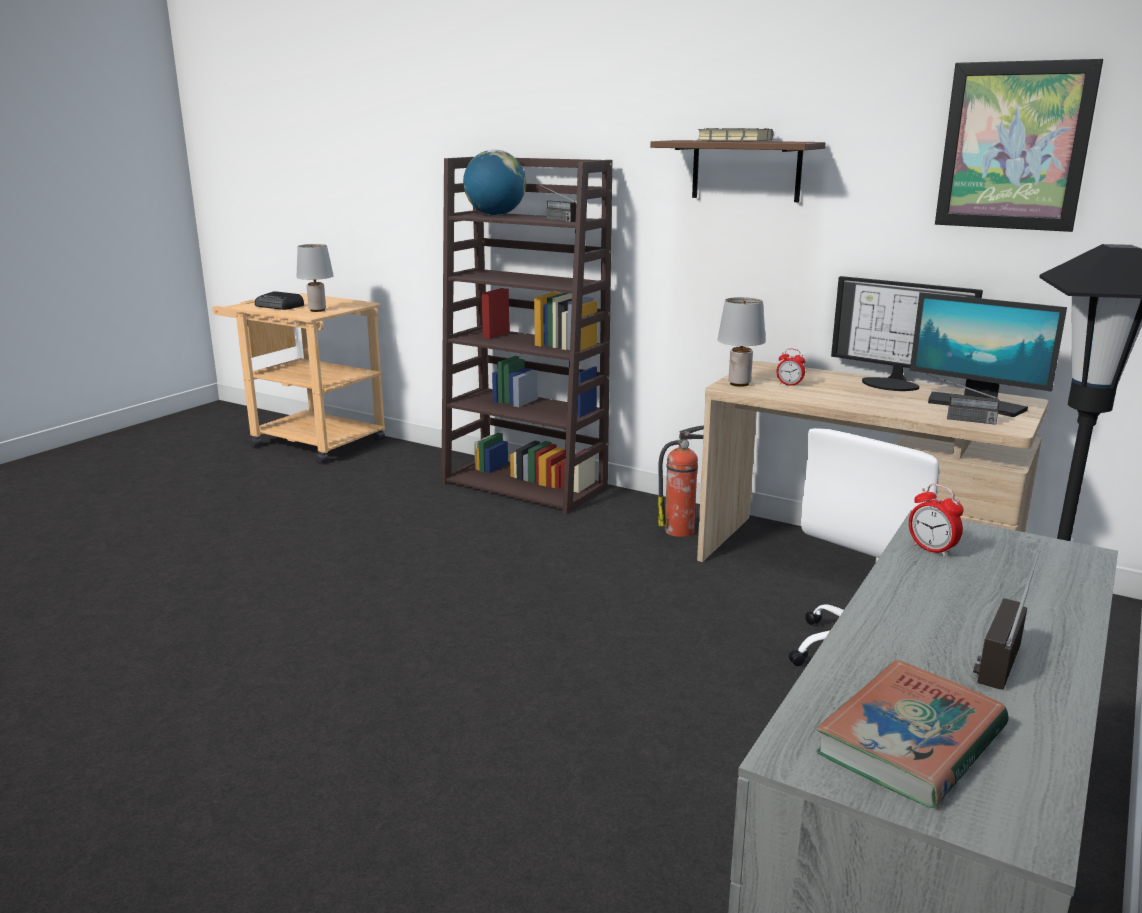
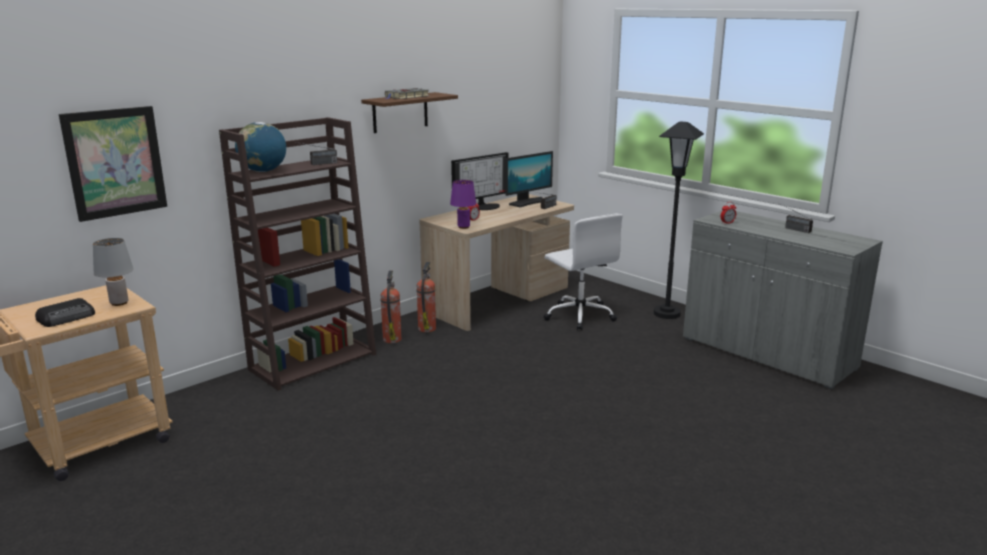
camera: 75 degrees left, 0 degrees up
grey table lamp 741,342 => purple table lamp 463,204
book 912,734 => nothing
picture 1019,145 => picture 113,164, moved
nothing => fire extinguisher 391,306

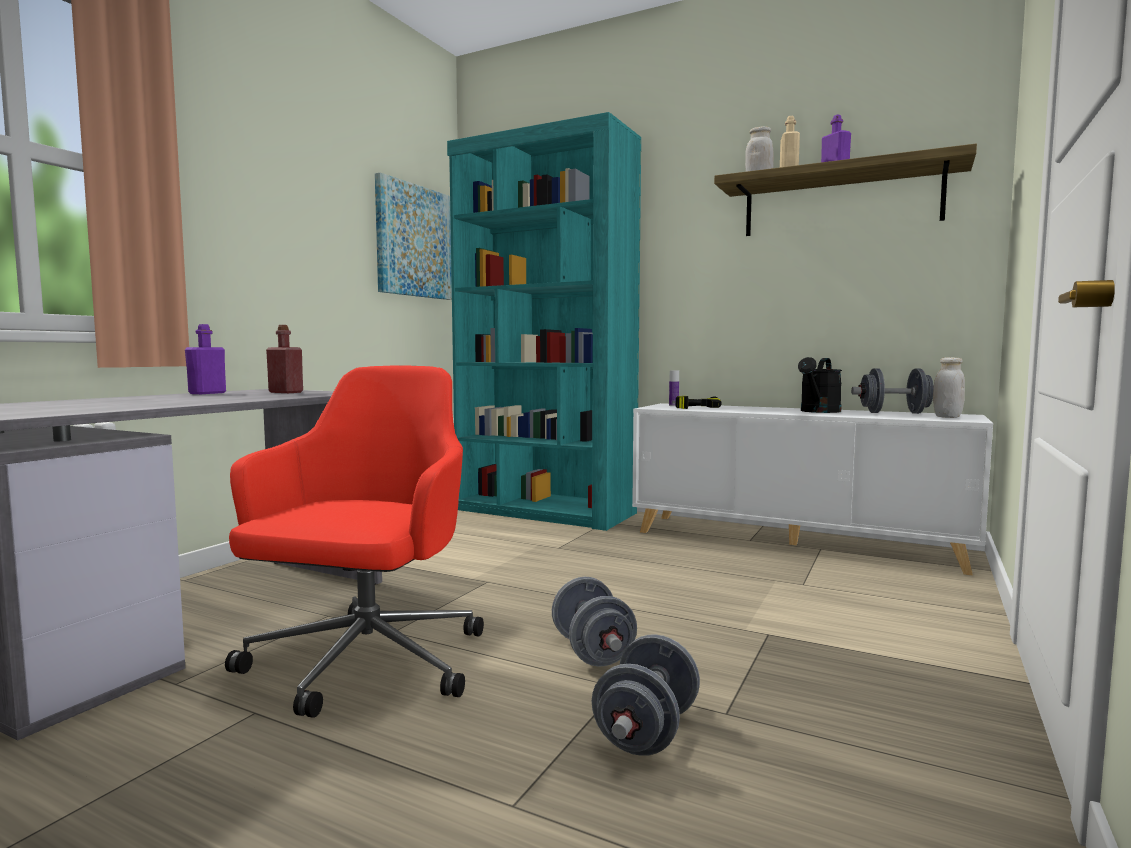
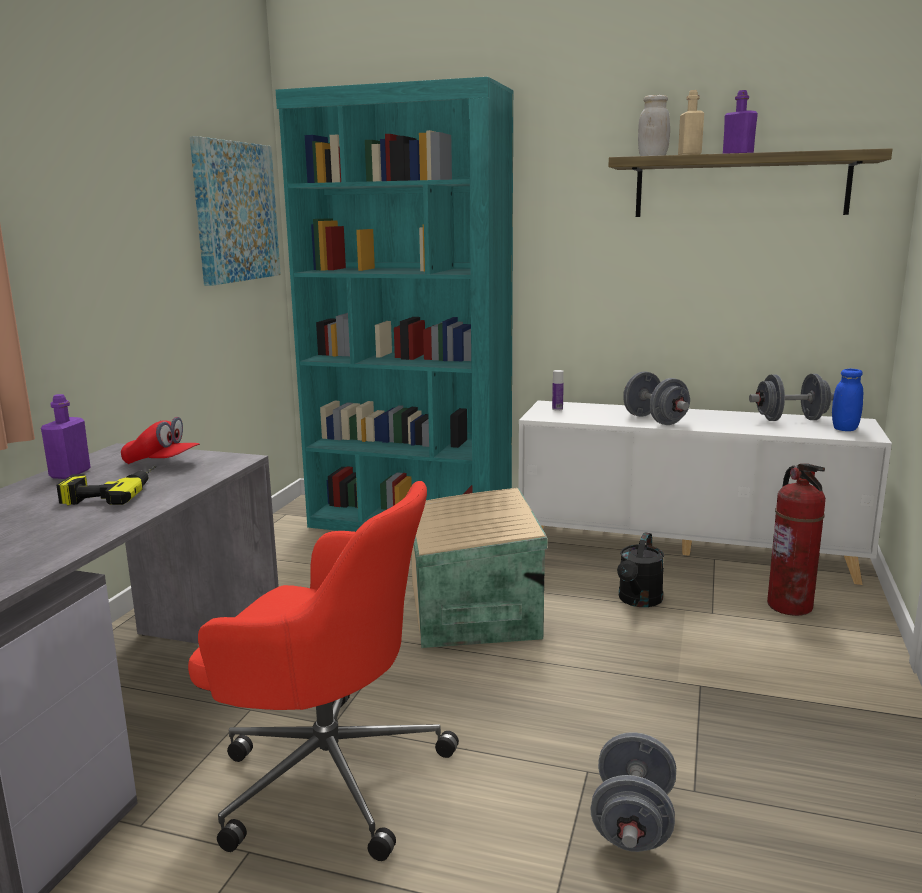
camera: 10 degrees left, 10 degrees up
red office chair 354,541 => red office chair 323,671, 105 degrees clockwise
red bottle 284,359 => red cap 160,440
grey dumbbell 594,621 => grey dumbbell 656,398, moved
power drill 699,402 => power drill 106,485, moved
black watering can 820,385 => black watering can 640,569, moved
white jar 949,387 => blue jar 847,400
nothing => beige storage box 479,568
nothing => fire extinguisher 796,539

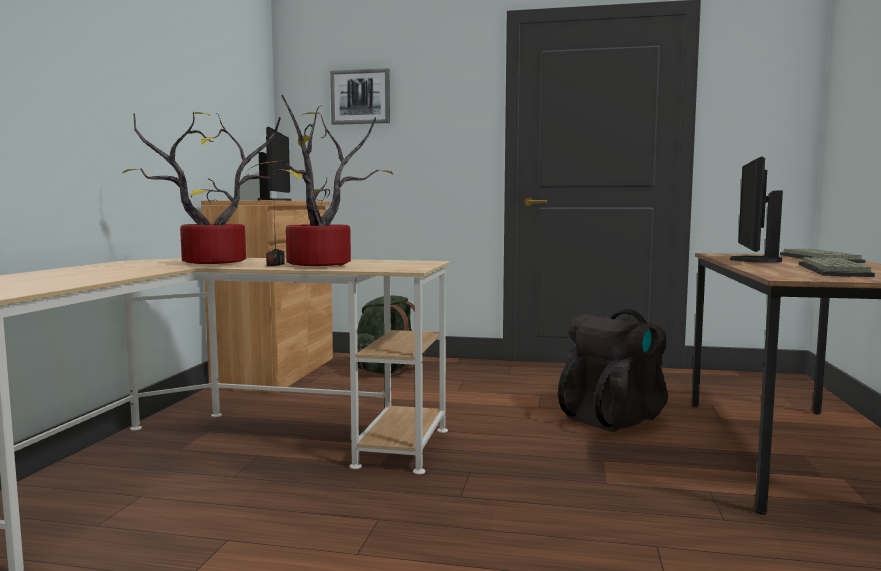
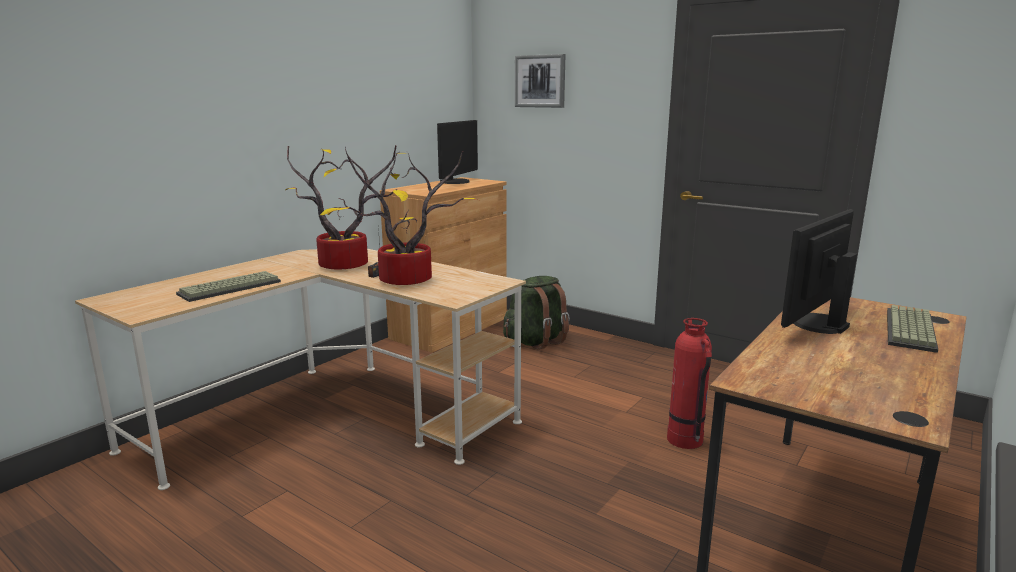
camera: 25 degrees right, 10 degrees up
black backpack 613,370 => fire extinguisher 689,383
keyboard 836,267 => keyboard 228,286, moved

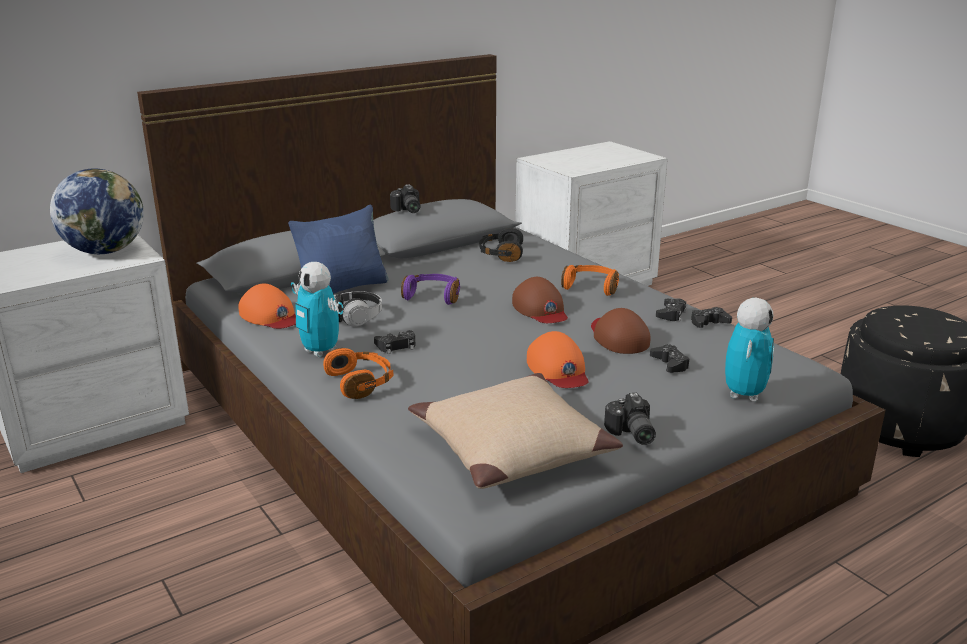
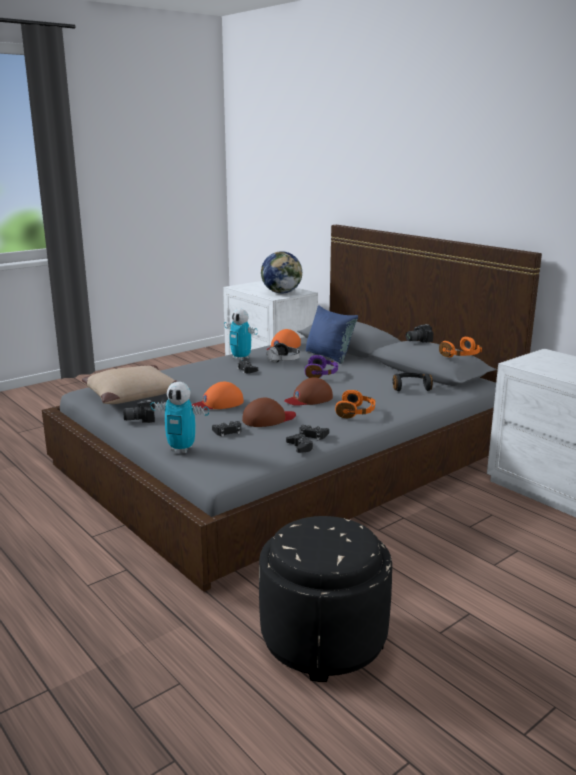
camera: 85 degrees right, 5 degrees down
toy robot 317,309 => toy robot 241,335, 90 degrees counterclockwise
orange headphones 358,373 => orange headphones 460,347, moved

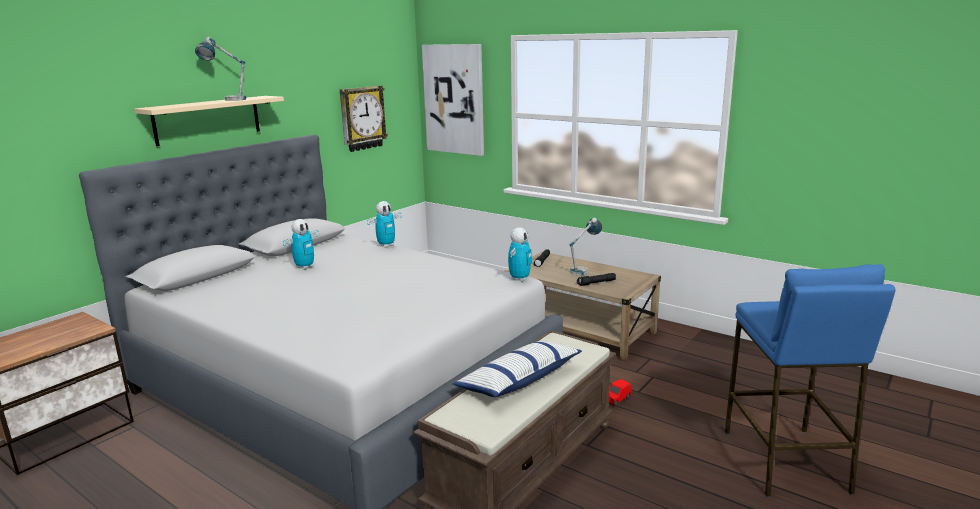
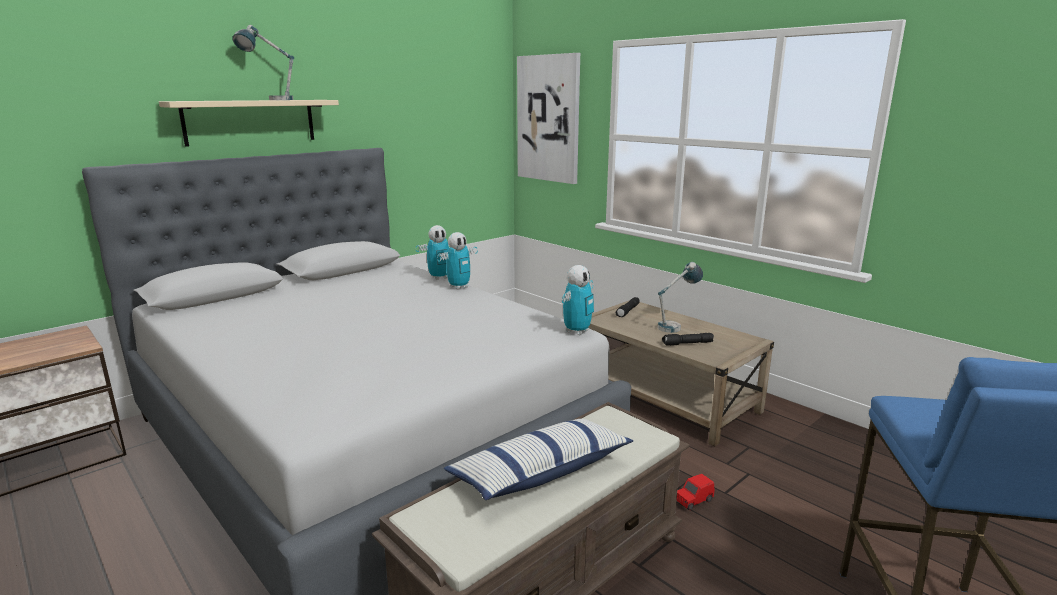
camera: 10 degrees right, 0 degrees up
toy robot 301,244 => toy robot 457,261, moved
wall clock 364,119 => nothing

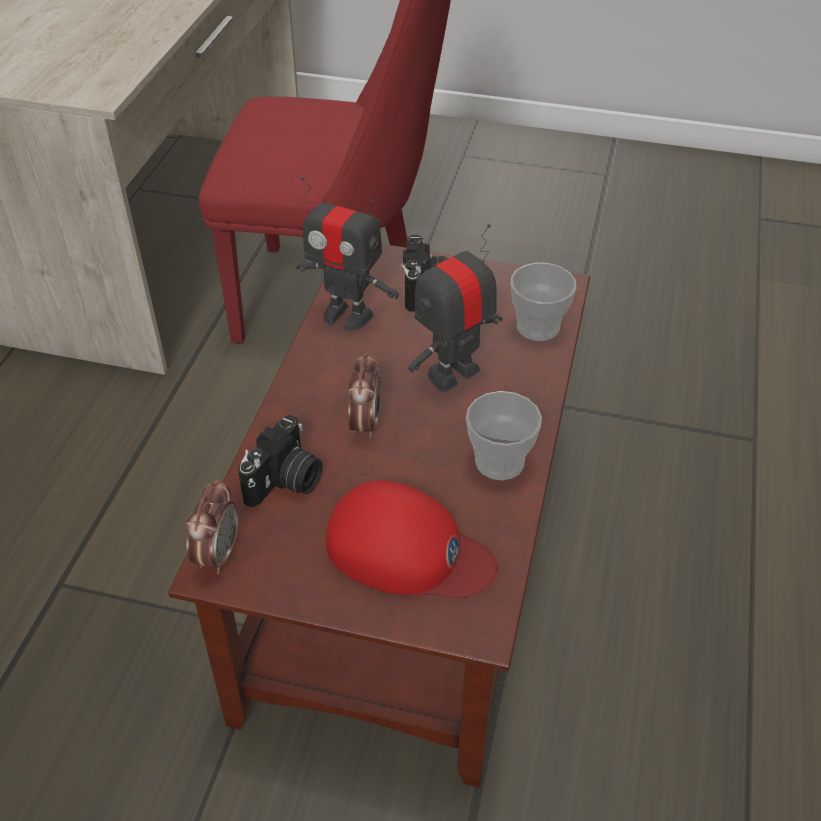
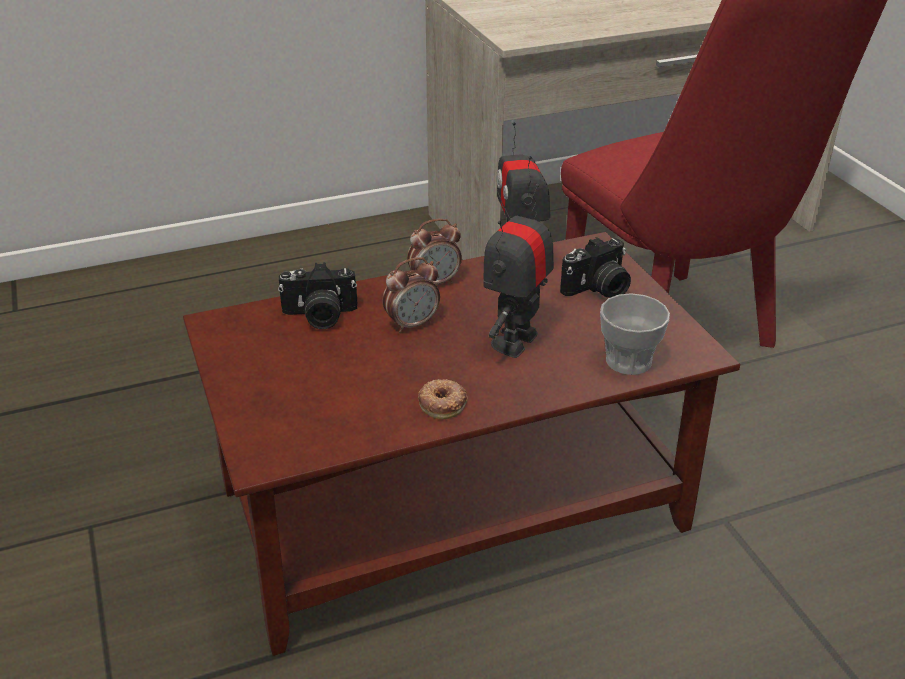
camera: 55 degrees right, 10 degrees down
alarm clock 212,526 => alarm clock 434,252, moved
red cap 412,539 => nothing
toy robot 455,308 => toy robot 518,271, 75 degrees counterclockwise
cup 504,435 => donut 443,399

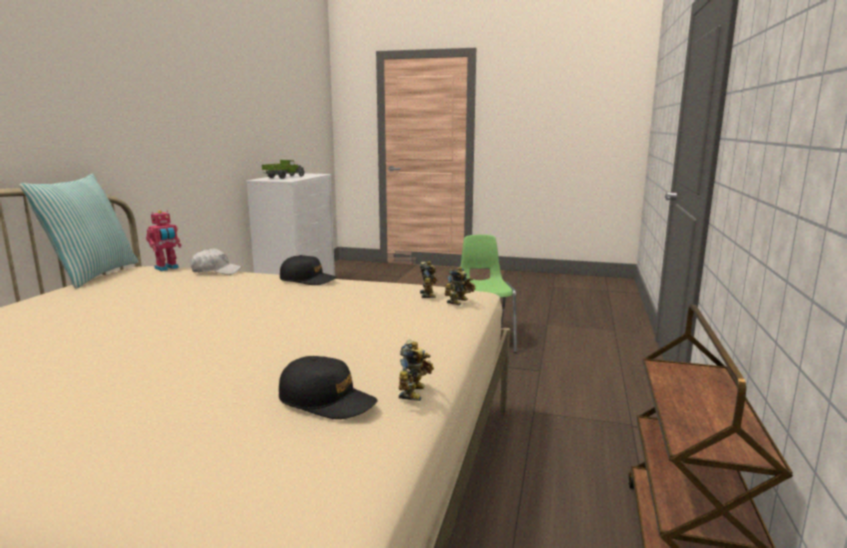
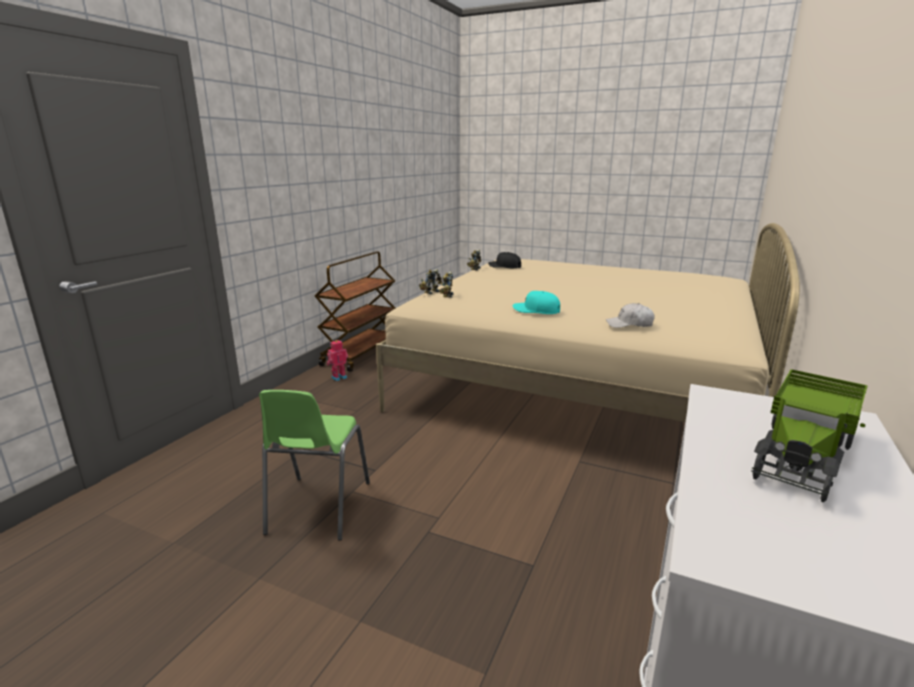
camera: 170 degrees left, 5 degrees up
pillow 79,231 => nothing
toy robot 163,240 => toy robot 337,360, moved
black cap 308,270 => turquoise cap 536,302

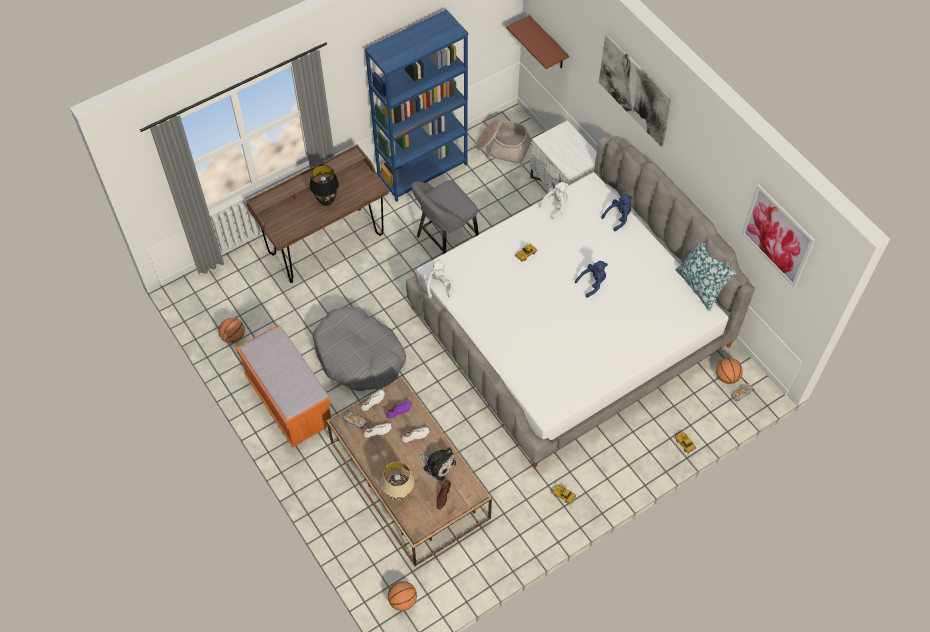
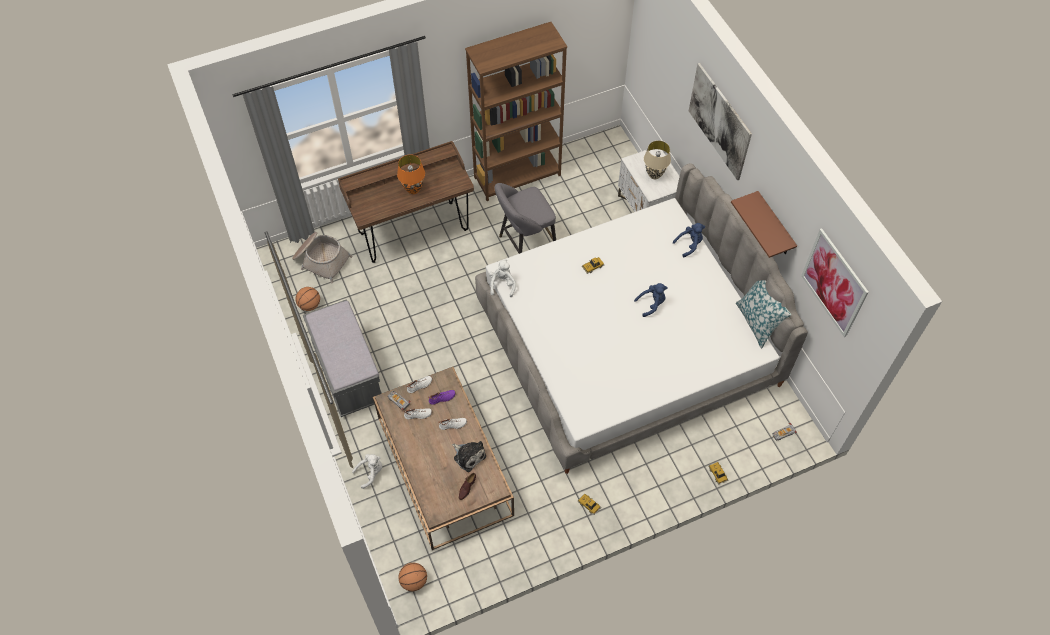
camera: 10 degrees right, 0 degrees up
orange bench 283,386 => grey bench 342,358
black table lamp 324,185 => orange table lamp 411,174
grey dog bed 359,349 => nothing
blue bookcase 416,105 => brown bookcase 516,111
beige table lamp 397,481 => beige table lamp 657,159, moved
basket 504,143 => basket 322,257, moved
brown shelf 538,42 => brown shelf 764,224, moved
white plush toy 553,200 => white plush toy 367,471, moved
basketball 729,371 => nothing

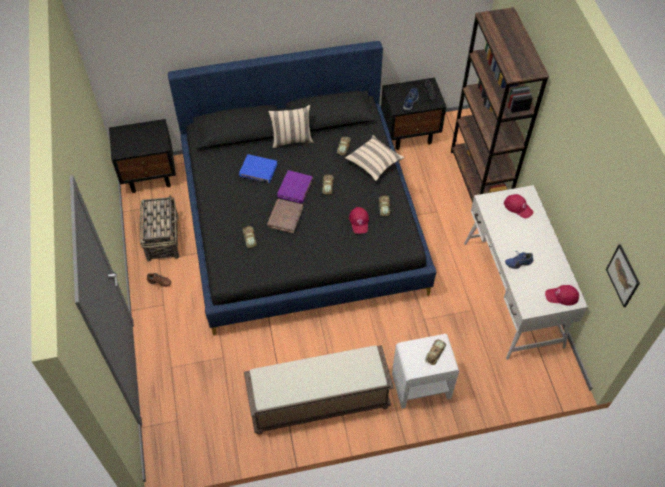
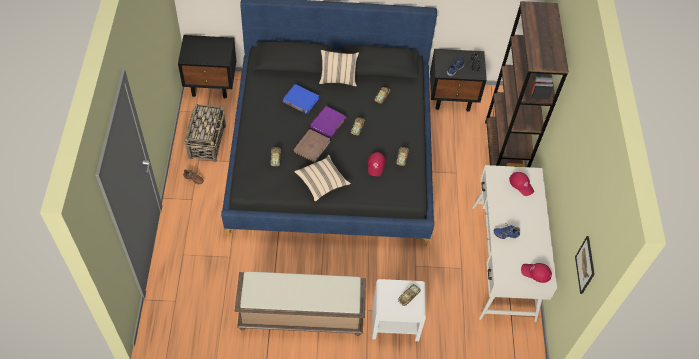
camera: 10 degrees right, 0 degrees up
beige pillow 375,158 => beige pillow 322,178, moved

